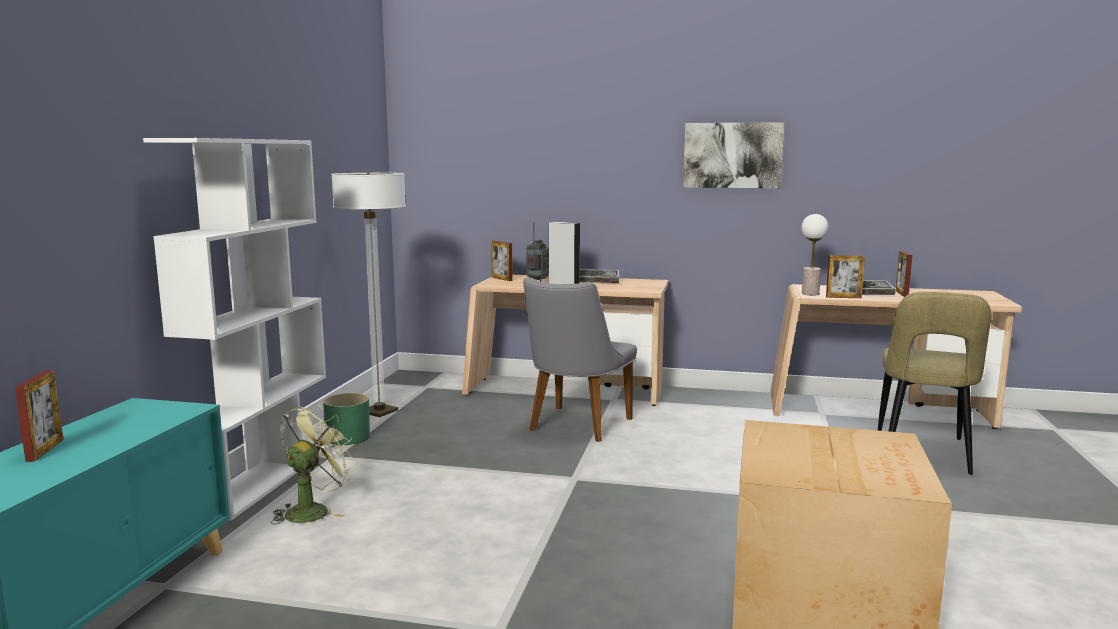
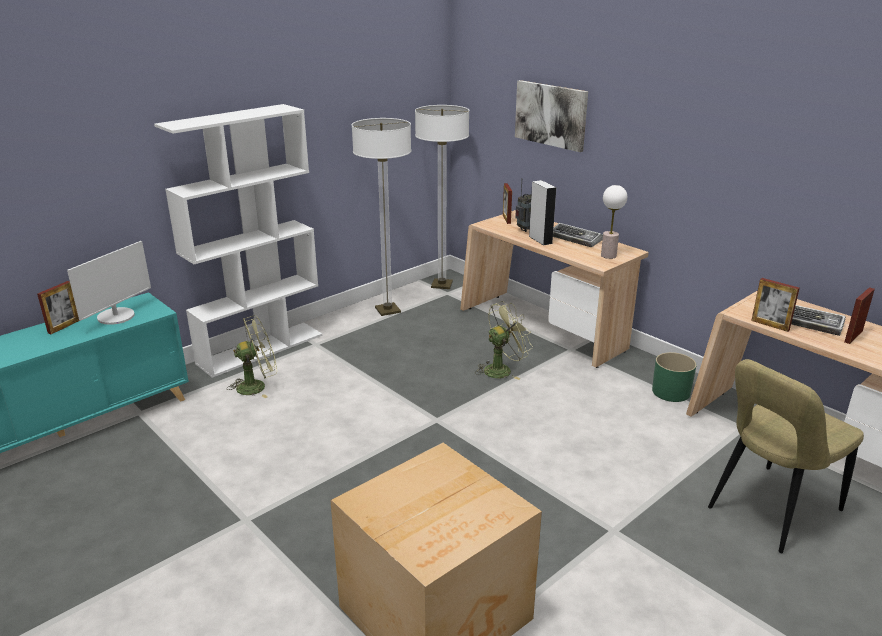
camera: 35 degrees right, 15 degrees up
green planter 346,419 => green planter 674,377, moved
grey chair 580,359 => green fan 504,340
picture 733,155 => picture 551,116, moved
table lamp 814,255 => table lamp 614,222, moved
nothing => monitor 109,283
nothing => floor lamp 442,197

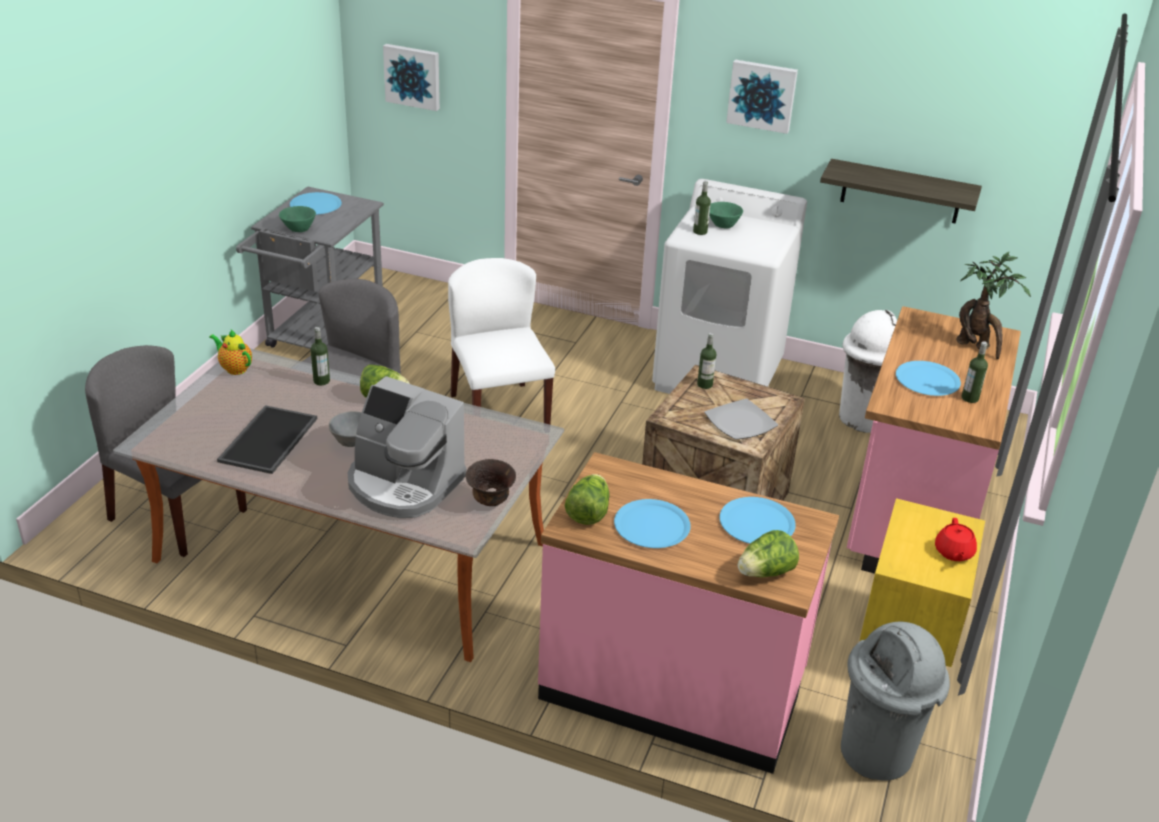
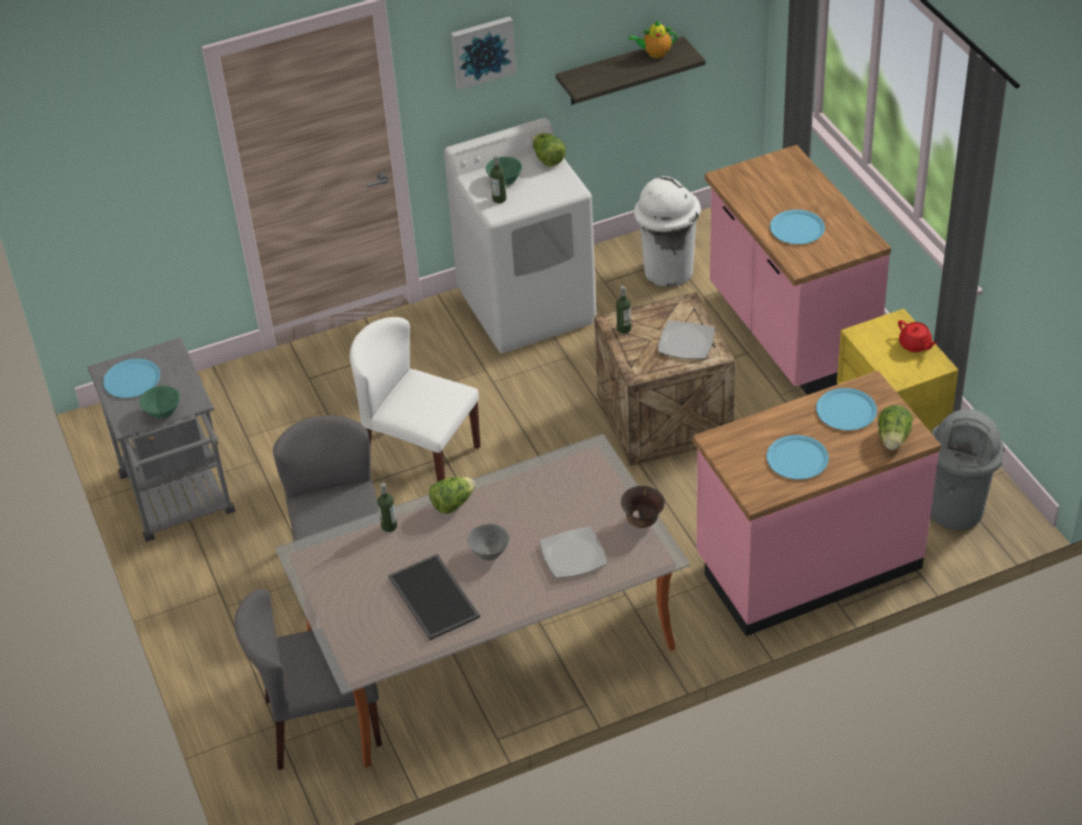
camera: 40 degrees left, 10 degrees up
teapot 230,352 => teapot 653,39, moved
coffee machine 407,447 => plate 573,552
picture 411,77 => nothing
lettuce 587,499 => lettuce 549,150, moved
potted plant 993,305 => nothing
bottle 975,372 => nothing

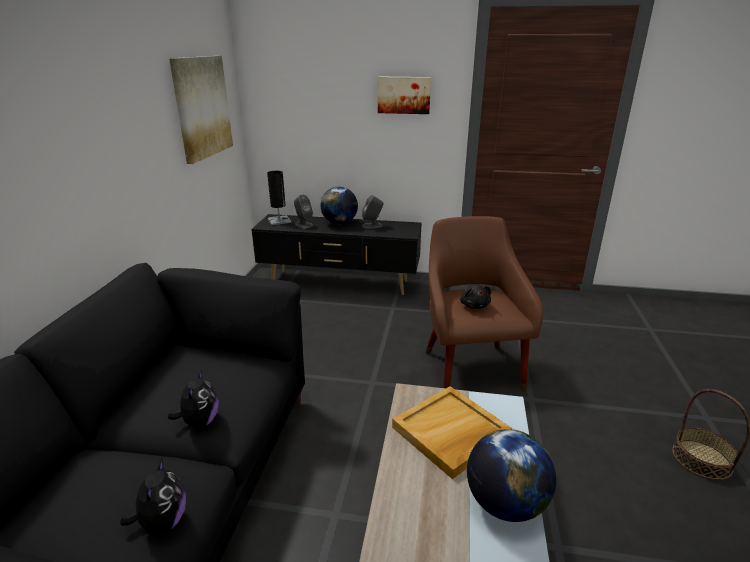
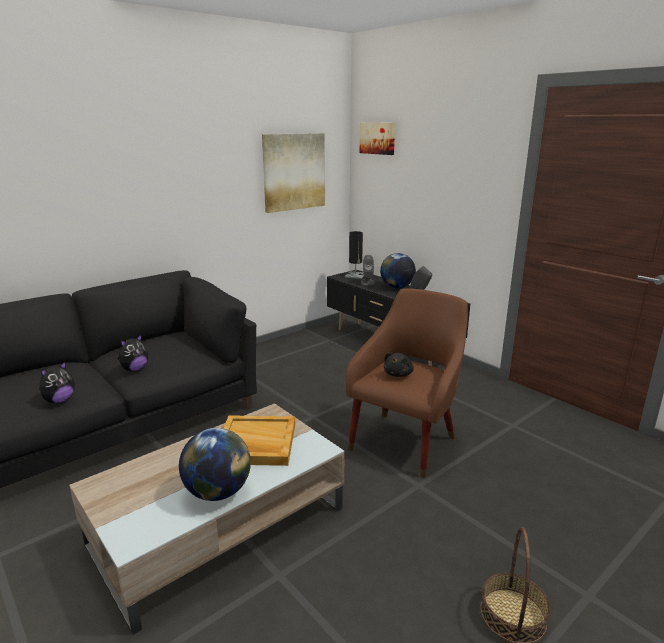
camera: 40 degrees right, 5 degrees down
picture 404,95 => picture 377,139, moved

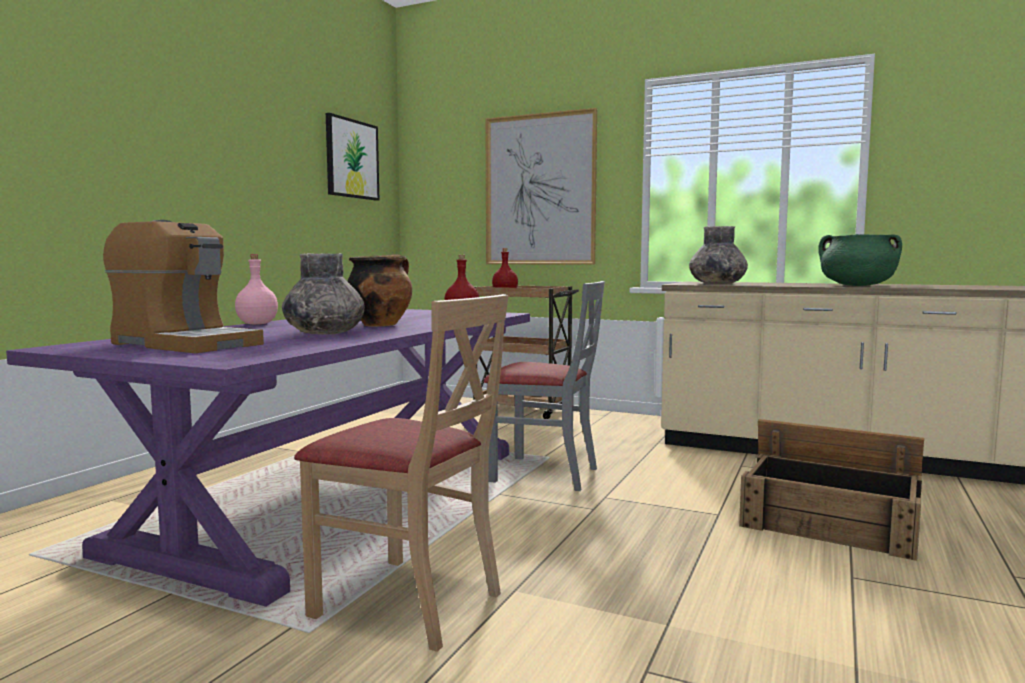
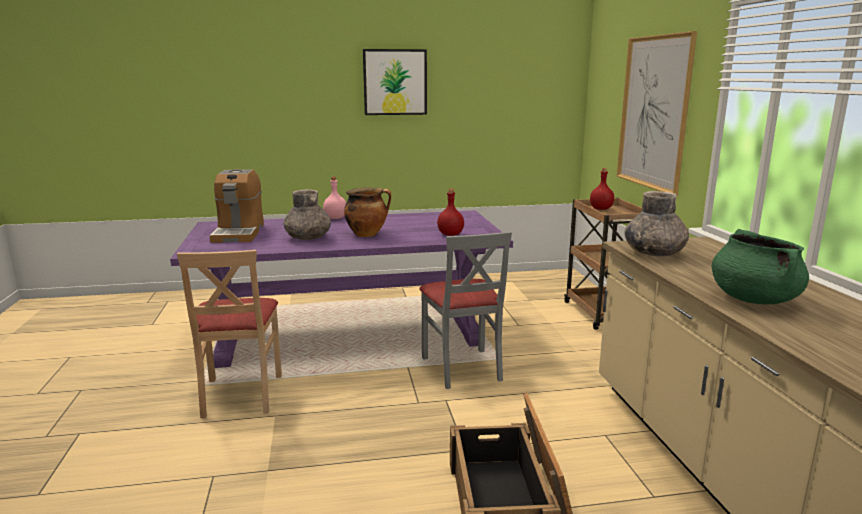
camera: 55 degrees right, 10 degrees up
picture 352,157 => picture 395,82, moved

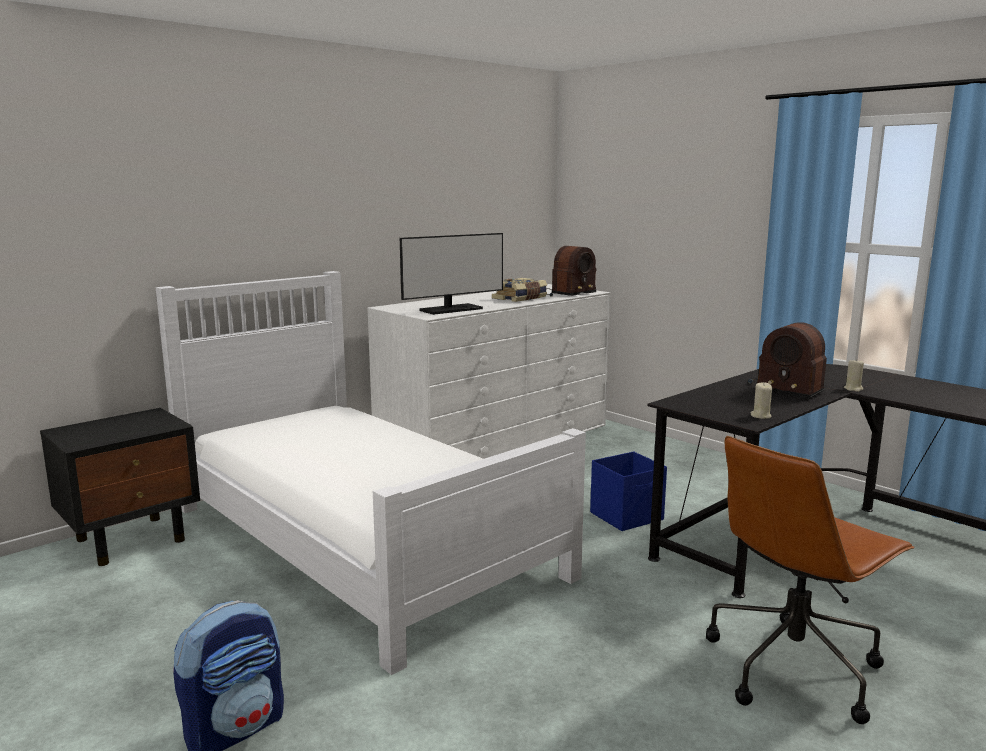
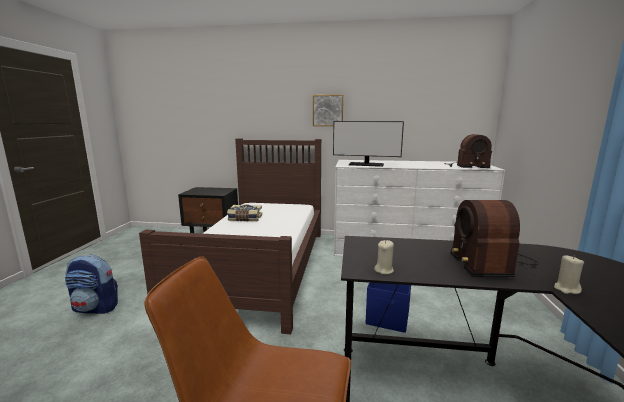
camera: 50 degrees right, 0 degrees up
white bed 371,473 => brown bed 230,236
book 519,290 => book 244,213, moved
nothing => picture 328,110

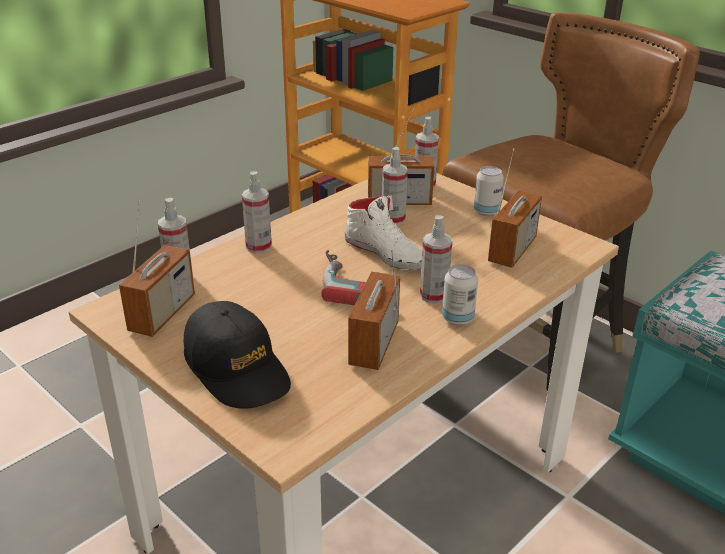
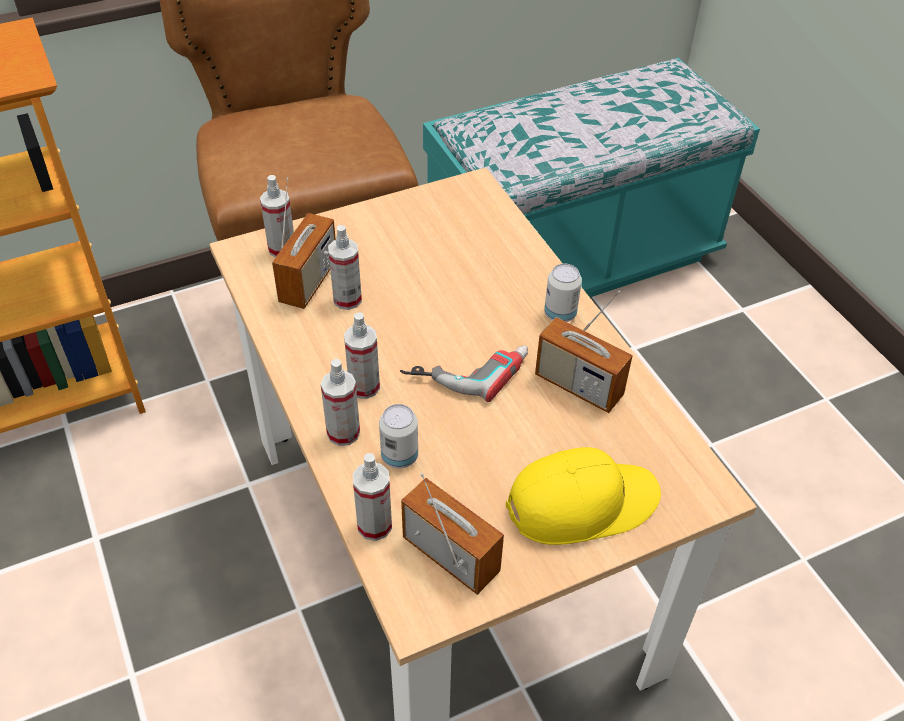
camera: 70 degrees left, 15 degrees up
black cap 237,355 => yellow cap 583,496
white shoe 383,232 => nothing
spray bottle 436,259 => spray bottle 362,355, moved
can 489,191 => can 398,436, moved
radio 515,208 => nothing

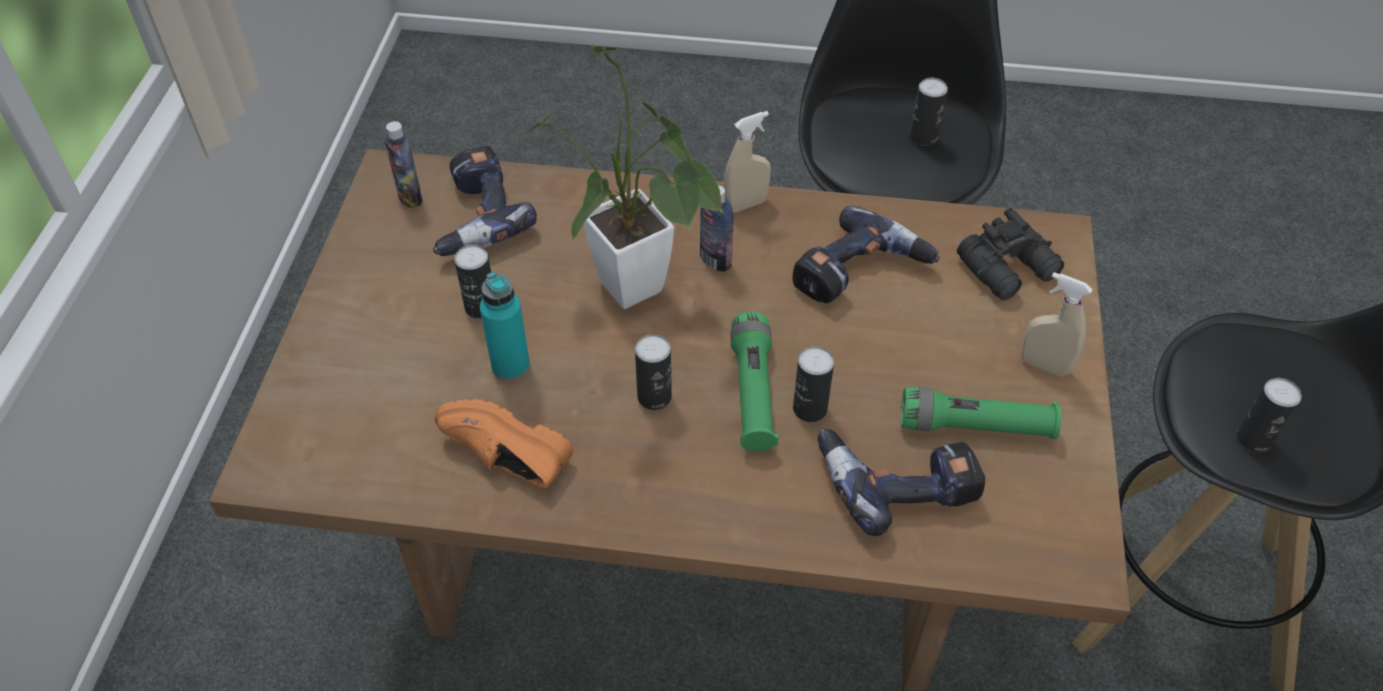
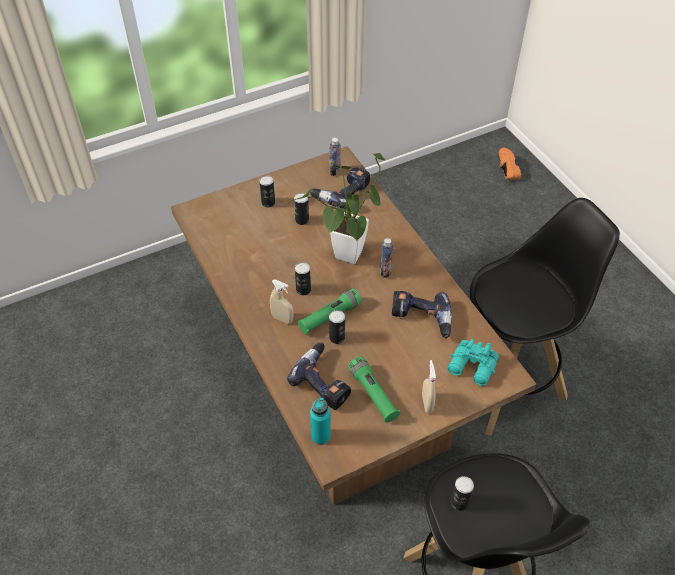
camera: 55 degrees right, 0 degrees up
orange shoe 504,443 => orange shoe 510,164, moved
turquoise bottle 505,326 => turquoise bottle 320,421, moved
beige spray bottle 747,162 => beige spray bottle 281,302, moved
can 929,112 => can 267,191, moved
black binoculars 1010,254 => turquoise binoculars 473,362

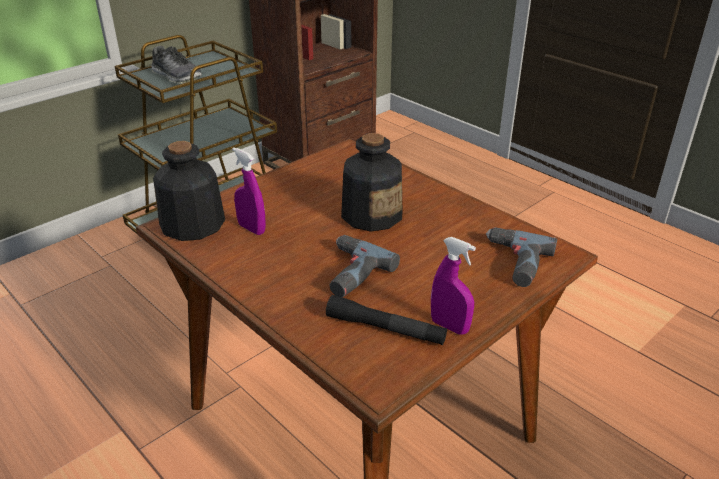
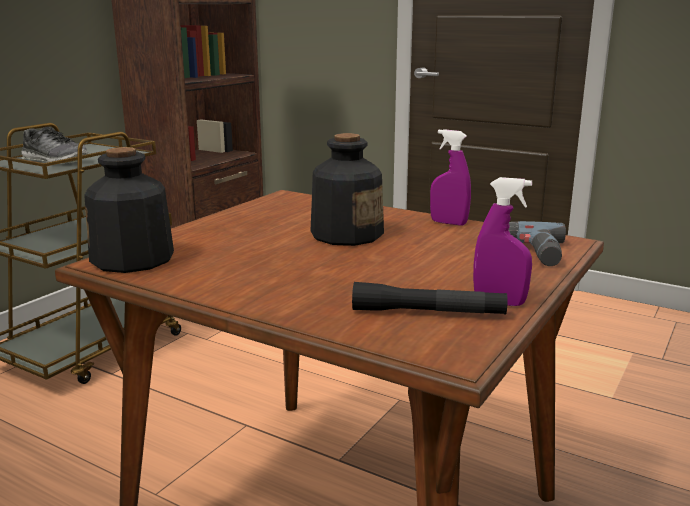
camera: 15 degrees left, 15 degrees down
purple spray bottle 249,191 => purple spray bottle 450,177, moved
power drill 365,266 => nothing

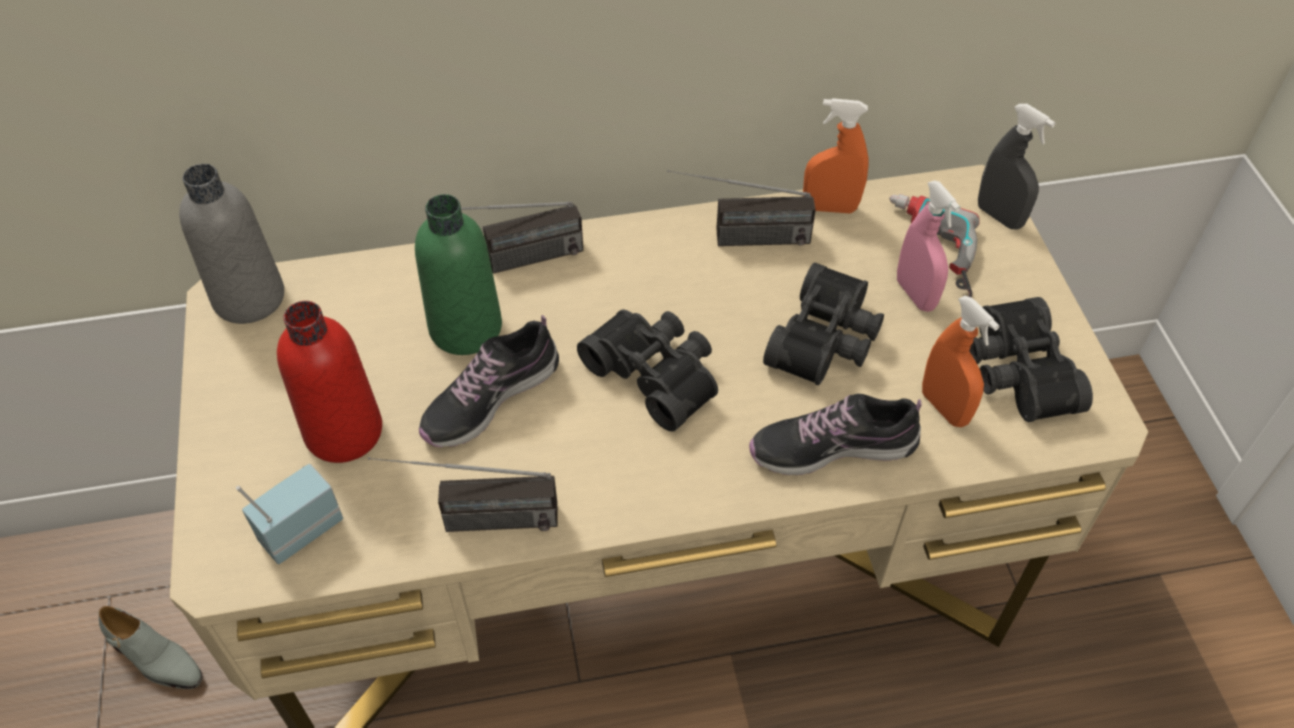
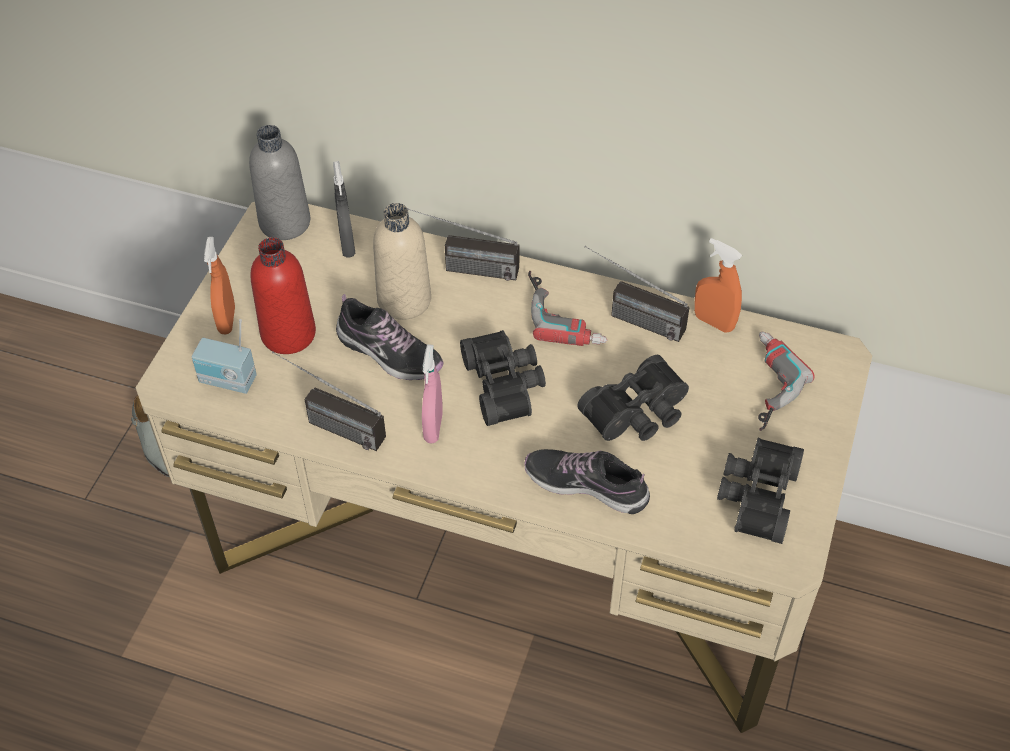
camera: 30 degrees right, 0 degrees up
radio 289,514 => radio 224,356, 150 degrees counterclockwise
green bottle 458,274 => beige bottle 402,261
shoe 489,381 => shoe 390,337, 135 degrees counterclockwise
pink spray bottle 929,246 => pink spray bottle 432,394, moved
orange spray bottle 961,361 => orange spray bottle 219,286, moved
grey spray bottle 1017,166 => grey spray bottle 344,209, moved
nothing => power drill 568,308

